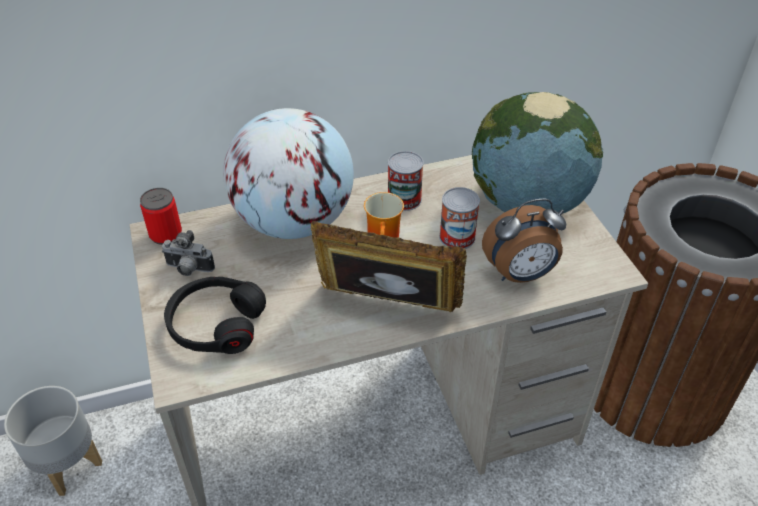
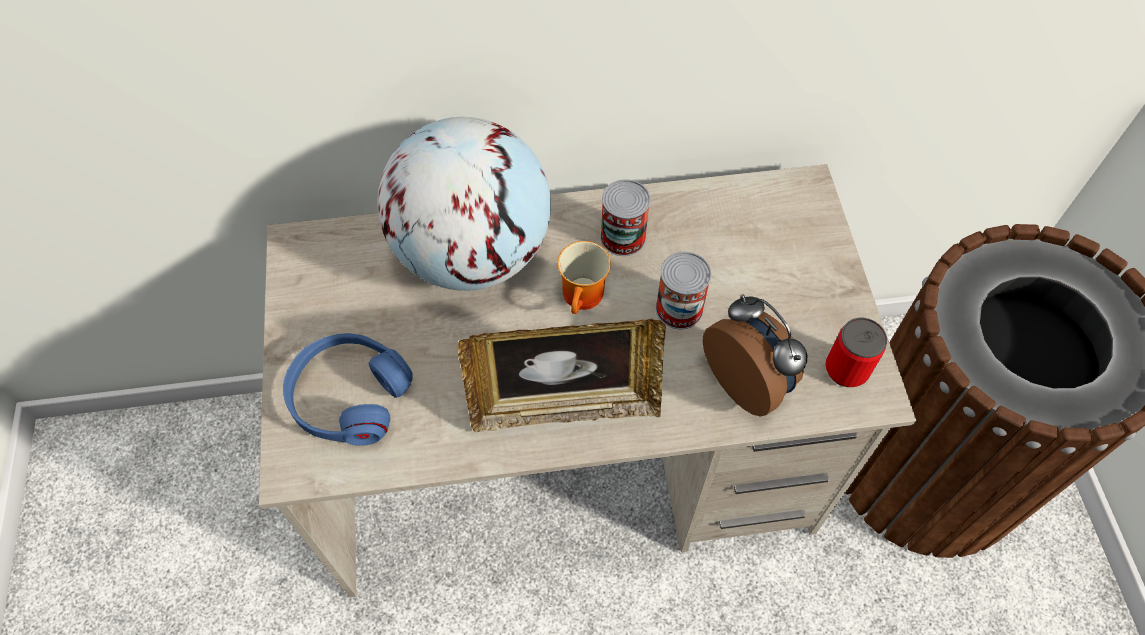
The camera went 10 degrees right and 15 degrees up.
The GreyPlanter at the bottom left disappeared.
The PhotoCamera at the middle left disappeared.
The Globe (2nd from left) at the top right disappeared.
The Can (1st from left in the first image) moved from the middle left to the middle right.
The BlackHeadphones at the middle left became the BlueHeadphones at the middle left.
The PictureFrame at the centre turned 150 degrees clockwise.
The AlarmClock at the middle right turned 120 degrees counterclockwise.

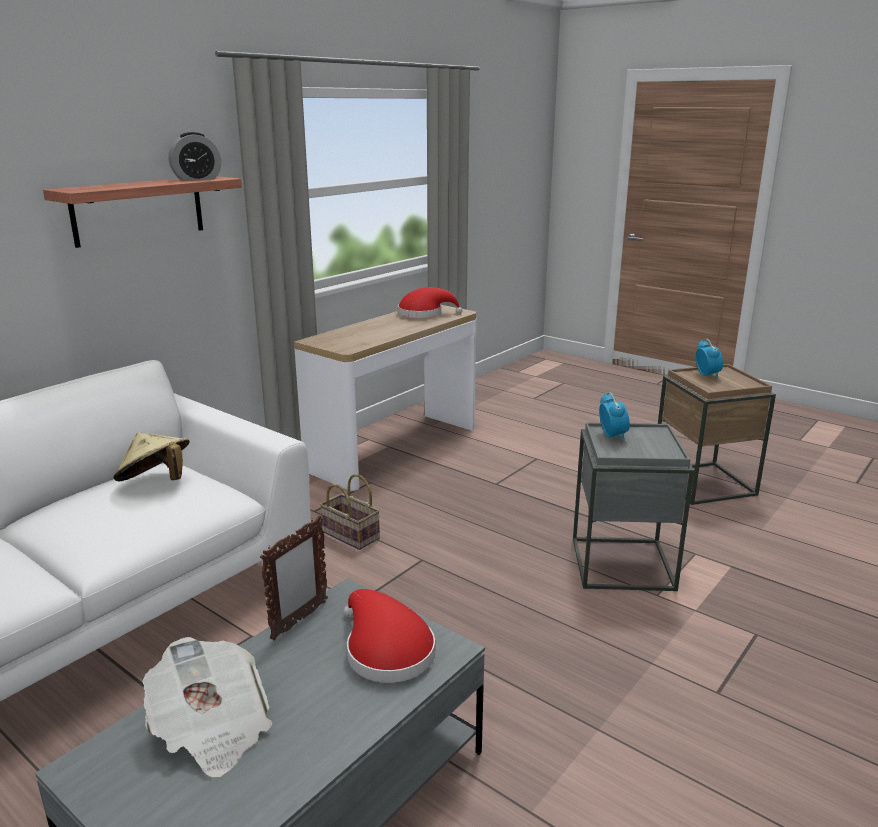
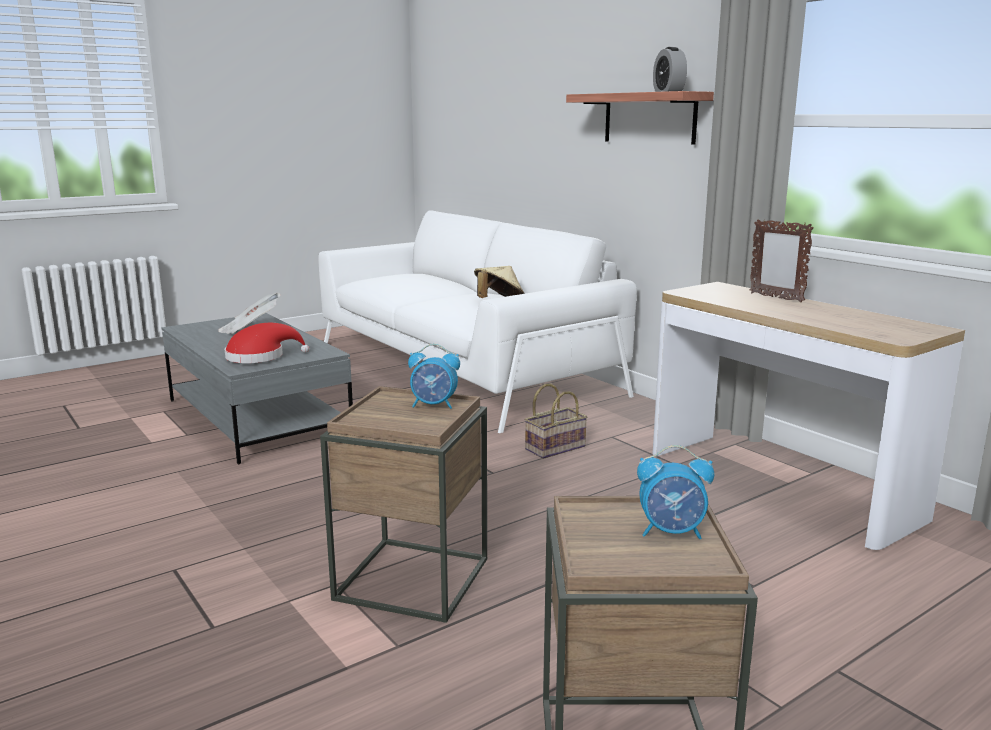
The camera went 105 degrees right and 5 degrees down.
The RedHat (2nd from left) at the centre disappeared.
The PictureFrame moved from the bottom centre to the middle right.
The GreySideTable at the middle right became the BrownSideTable (1st from left) at the bottom centre.

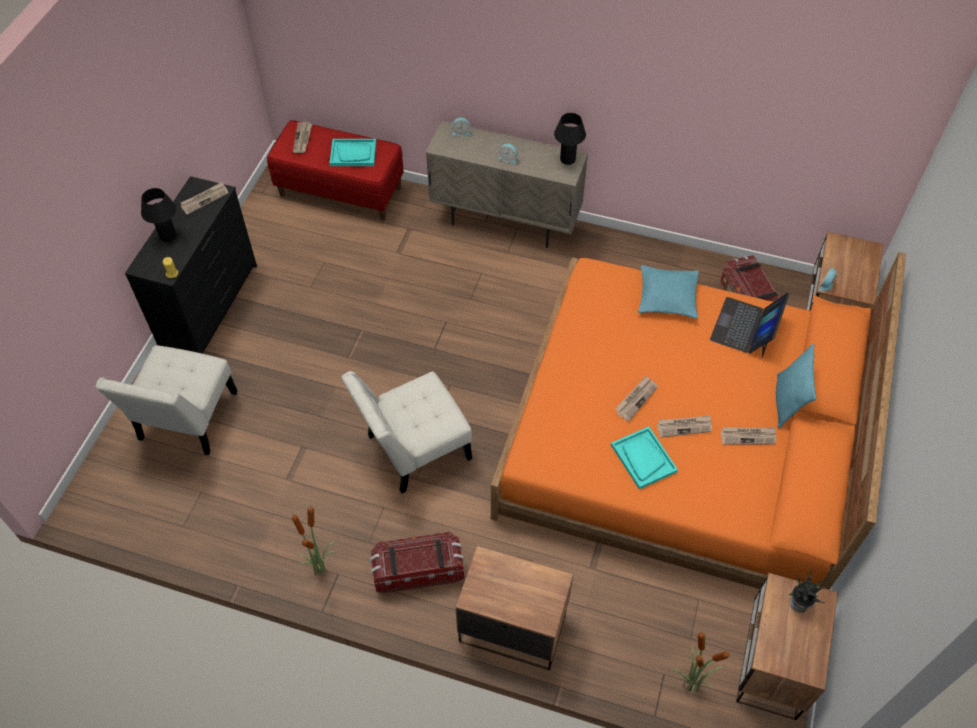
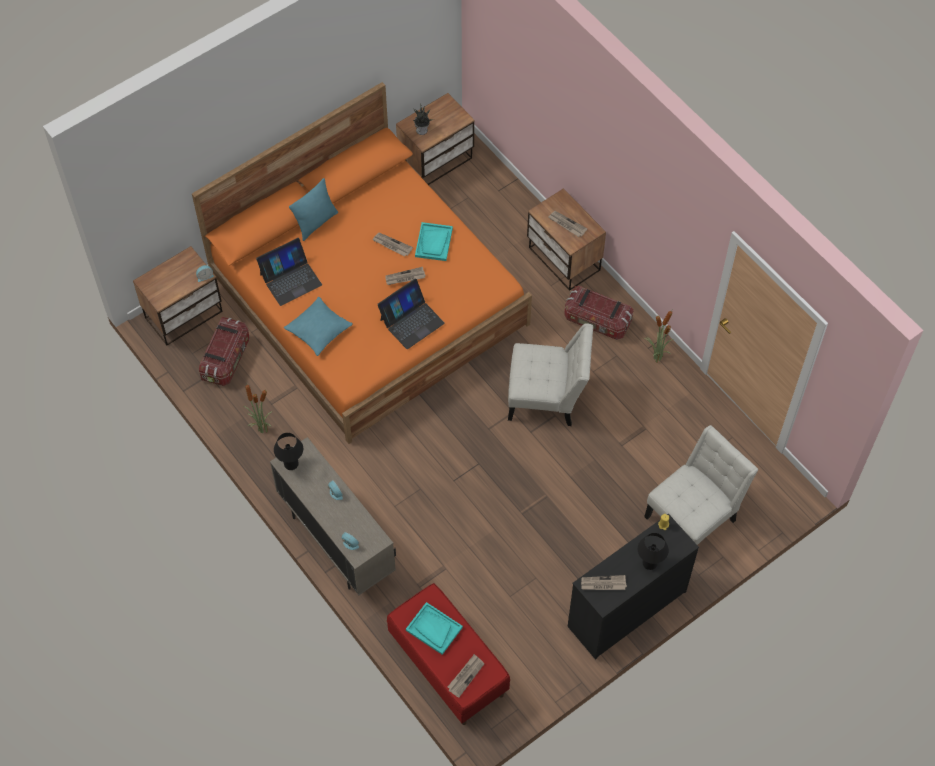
The camera went 145 degrees left and 5 degrees up.
The Laptop (2nd from left) at the centre appeared.
The PottedPlant (2nd from left in the first image) moved from the bottom right to the middle left.
The Newspaper (5th from left in the first image) moved from the middle right to the top centre.

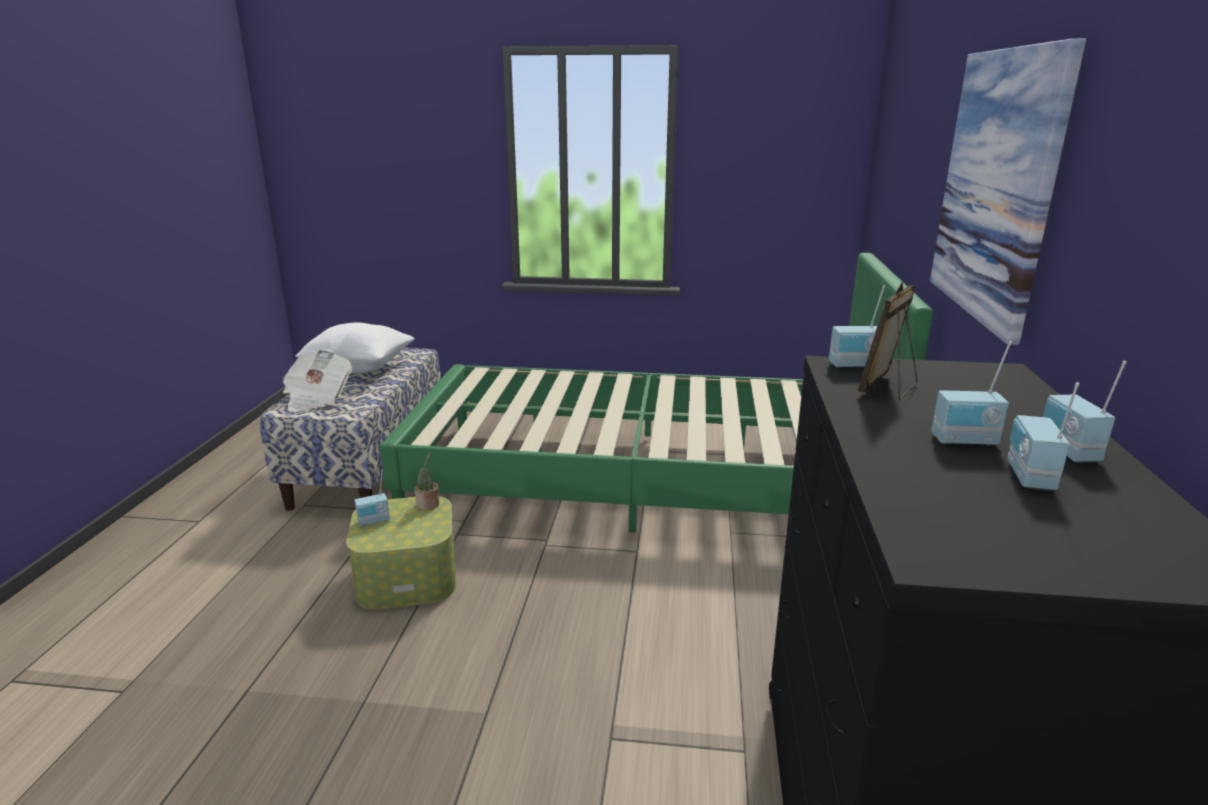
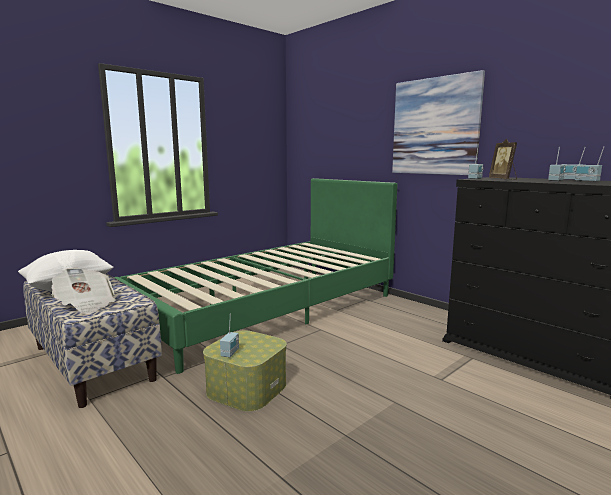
The camera went 50 degrees left and 10 degrees down.
The PottedPlant at the centre disappeared.

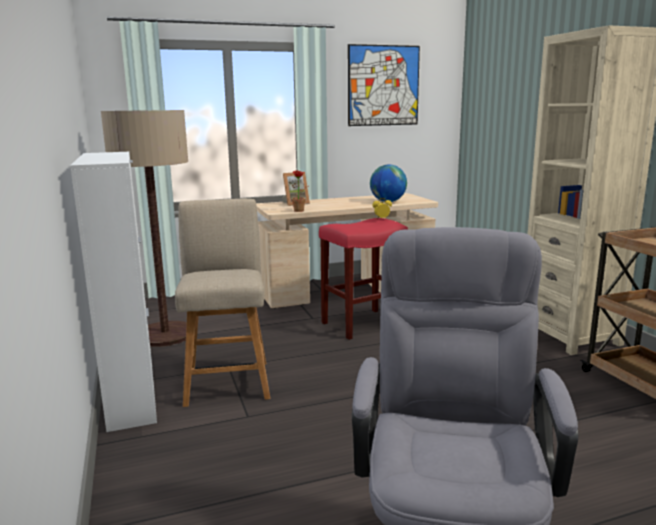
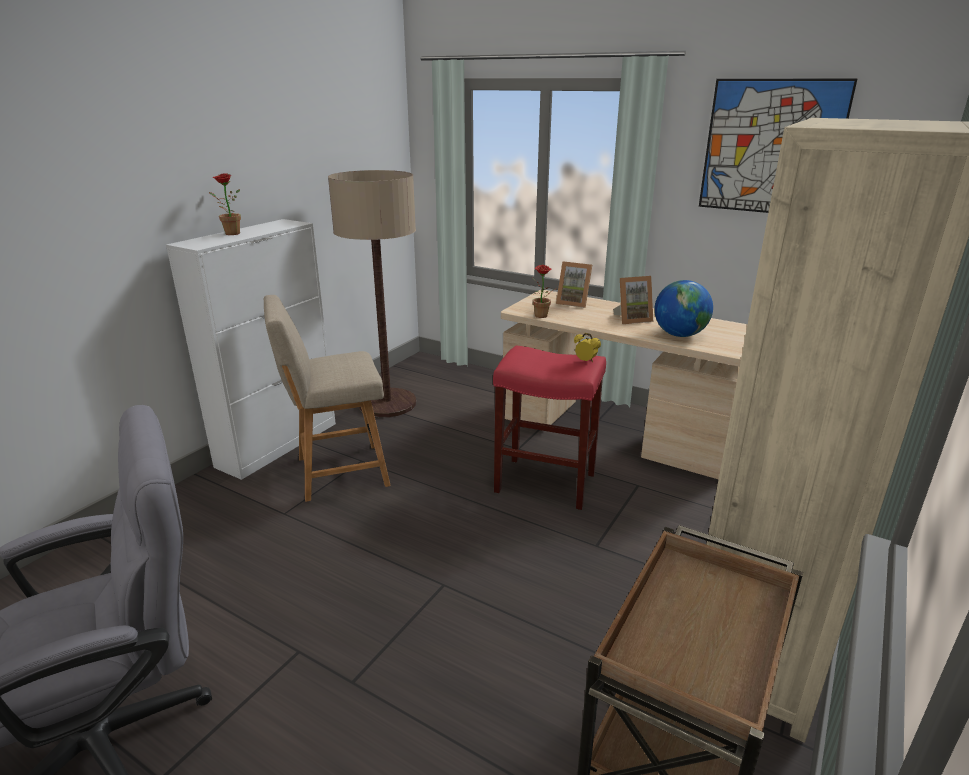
The camera went 50 degrees right and 10 degrees up.
The PottedPlant (1st from left) at the top left appeared.
The PictureFrame (2nd from left) at the centre appeared.
The BeigeChair at the centre turned 150 degrees counterclockwise.

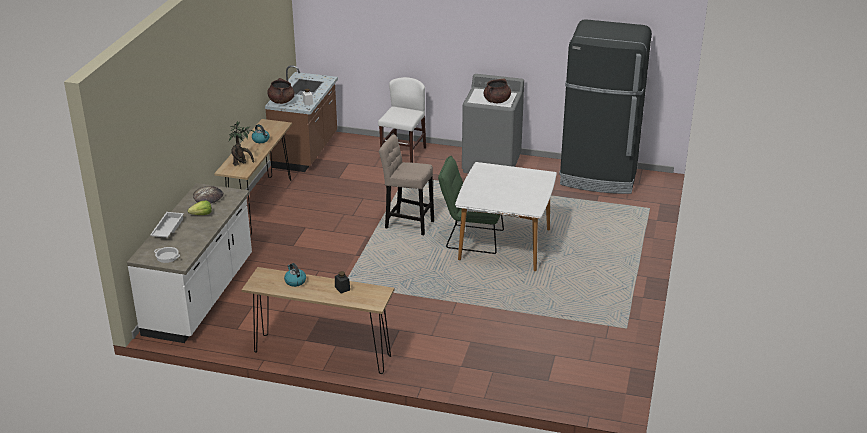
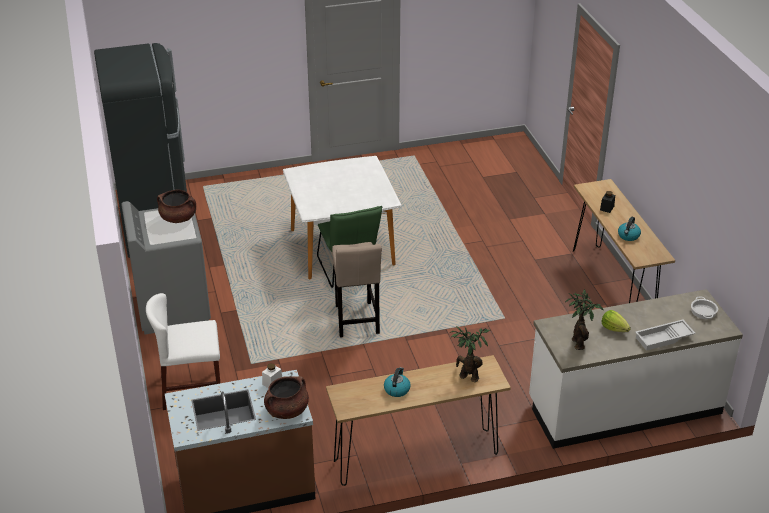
The camera went 120 degrees left and 5 degrees up.
The Bread at the middle left was replaced by the PottedPlant (2nd from left) at the middle right.

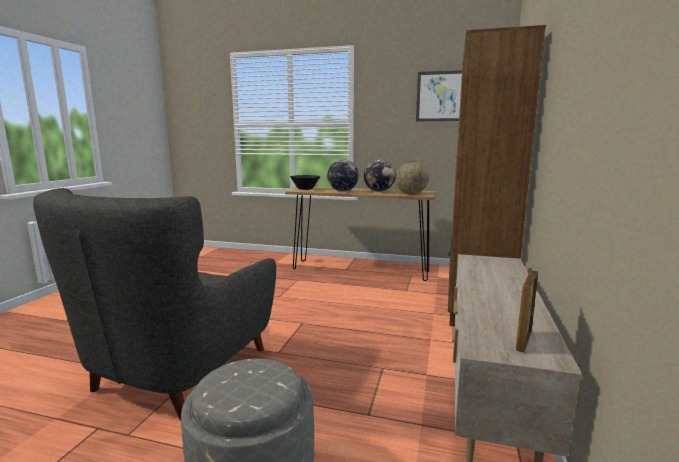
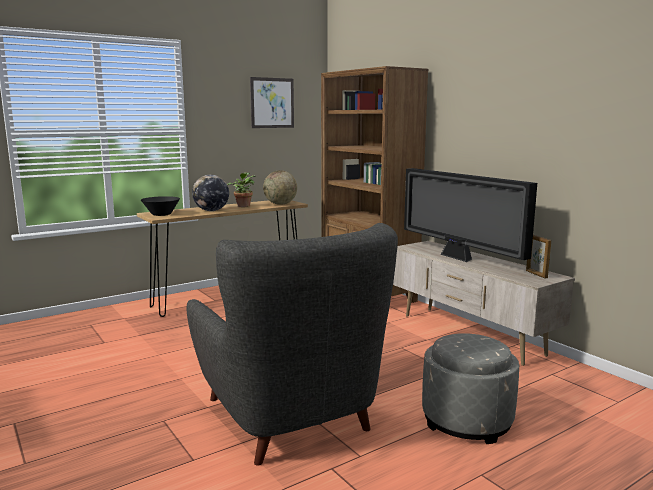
The camera went 50 degrees left and 0 degrees up.
The Television at the middle right appeared.
The Globe (2nd from left) at the centre was replaced by the PottedPlant at the centre.

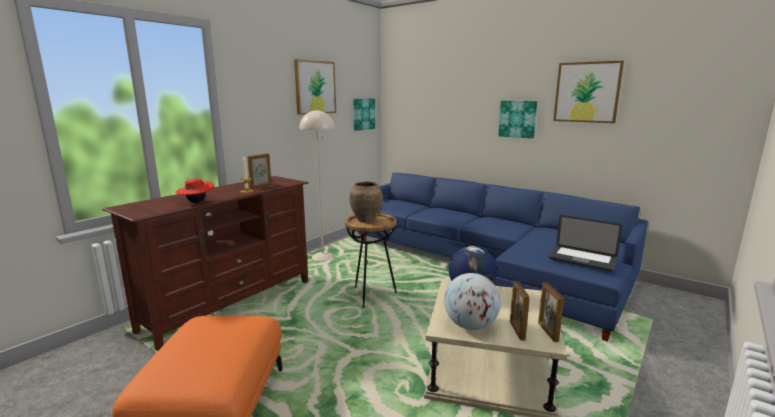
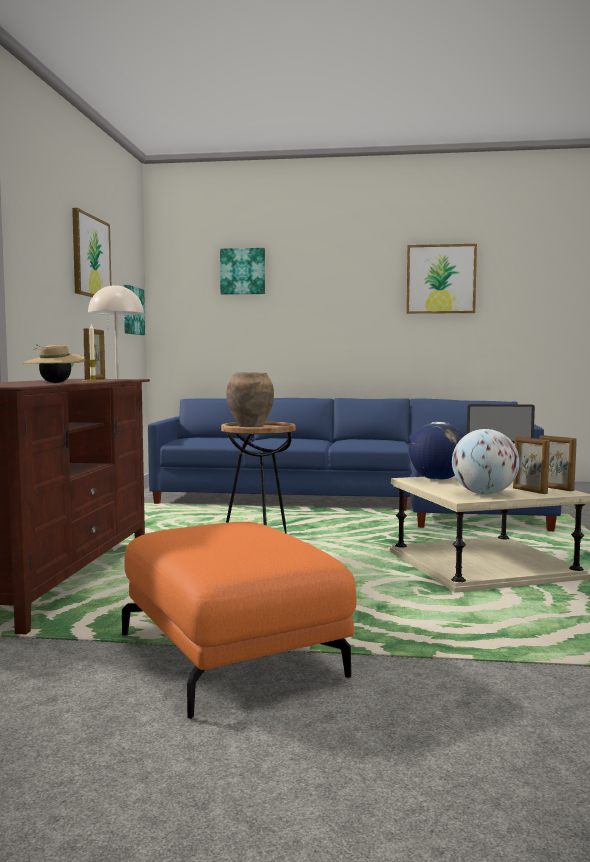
The camera went 30 degrees left and 10 degrees down.
The Picture (3rd from left) moved from the top right to the top centre.
The RedHat at the middle left became the BeigeHat at the middle left.

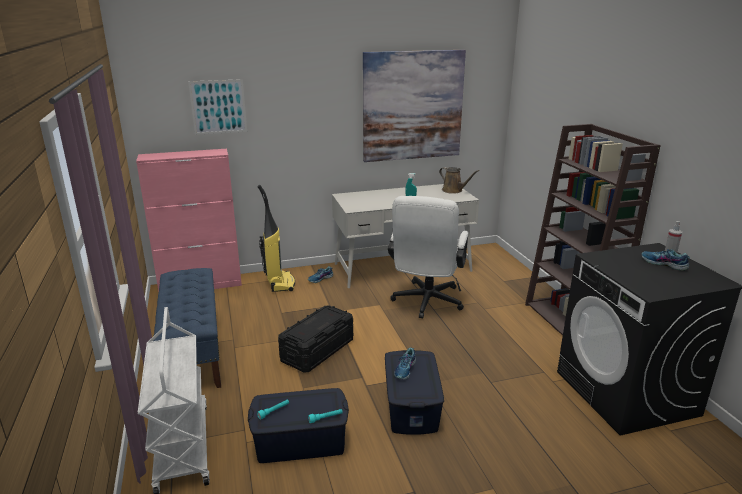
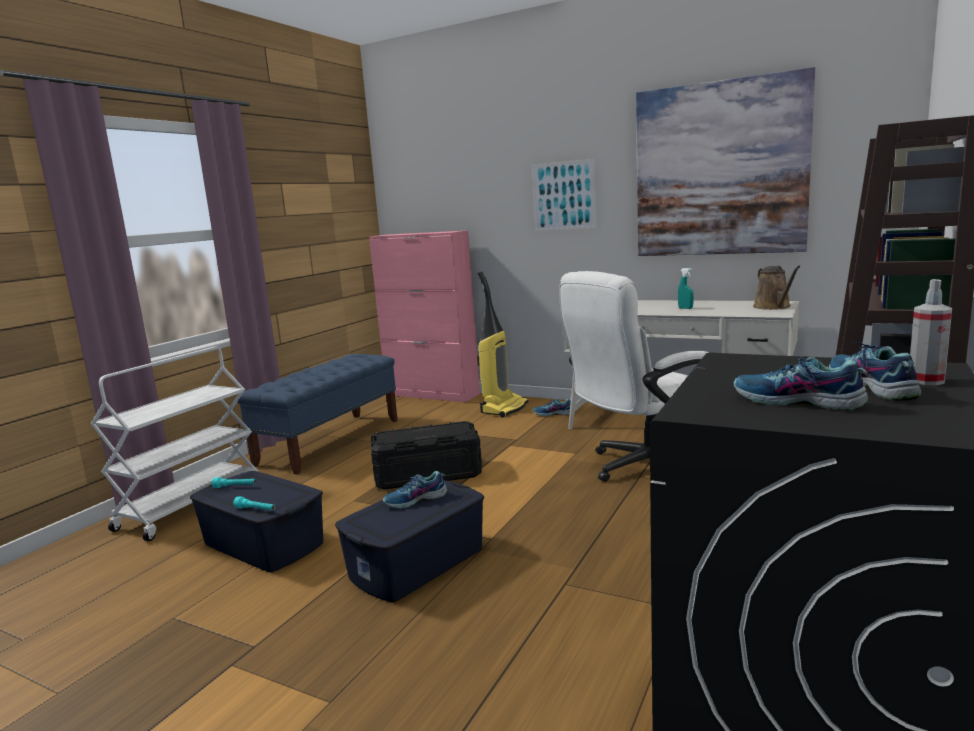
The camera went 45 degrees right and 10 degrees down.
The Shoe (3rd from left) at the middle right appeared.
The Picture (1st from left) moved from the top left to the top centre.

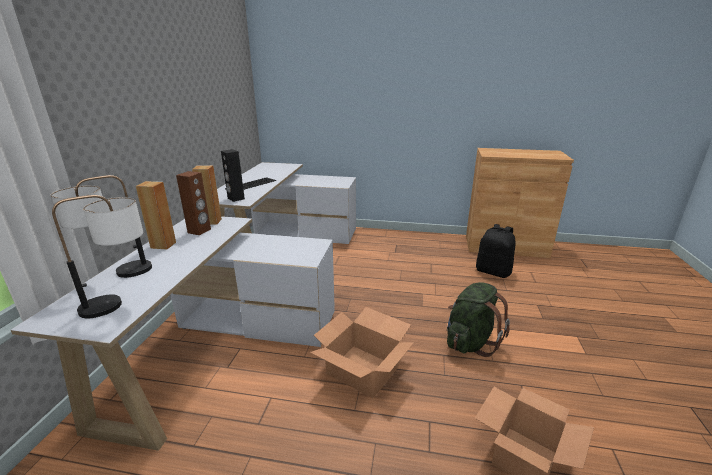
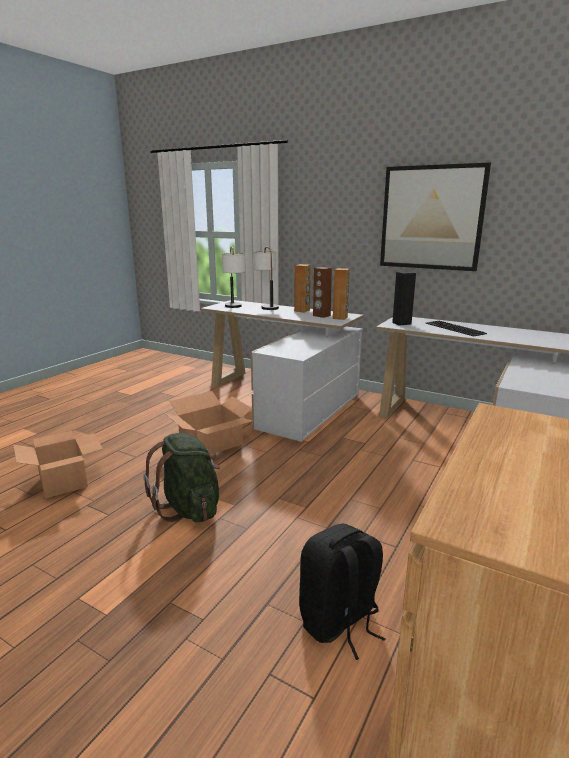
The camera went 110 degrees right and 5 degrees down.
The Picture at the top right appeared.

